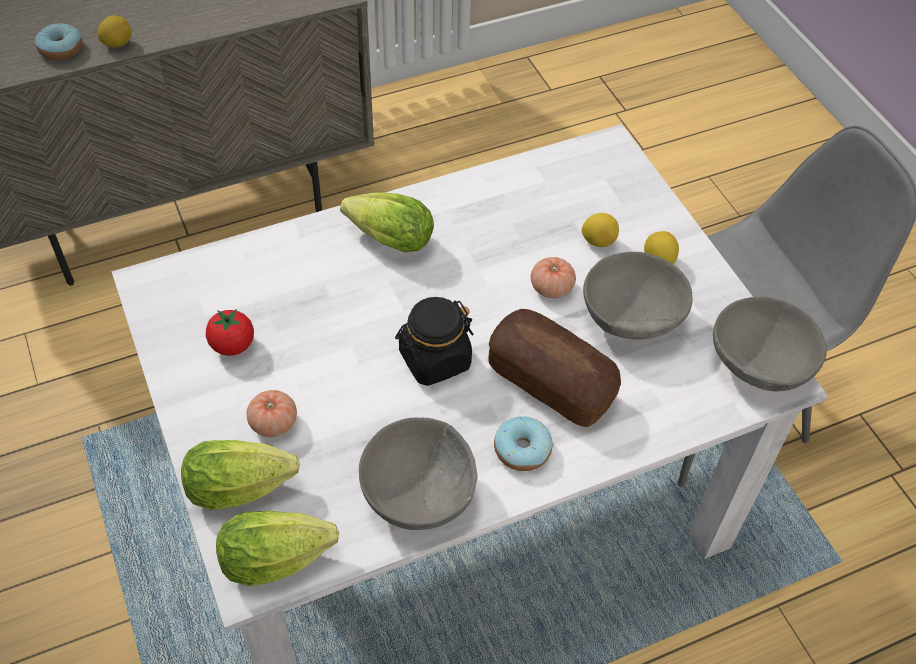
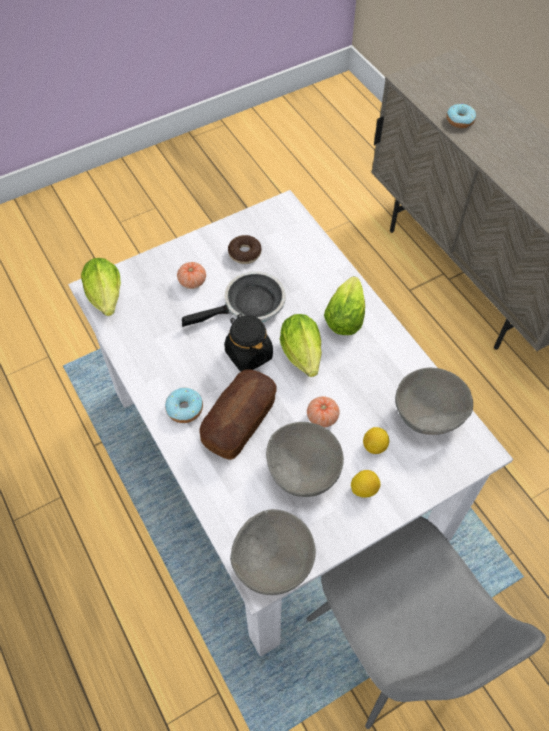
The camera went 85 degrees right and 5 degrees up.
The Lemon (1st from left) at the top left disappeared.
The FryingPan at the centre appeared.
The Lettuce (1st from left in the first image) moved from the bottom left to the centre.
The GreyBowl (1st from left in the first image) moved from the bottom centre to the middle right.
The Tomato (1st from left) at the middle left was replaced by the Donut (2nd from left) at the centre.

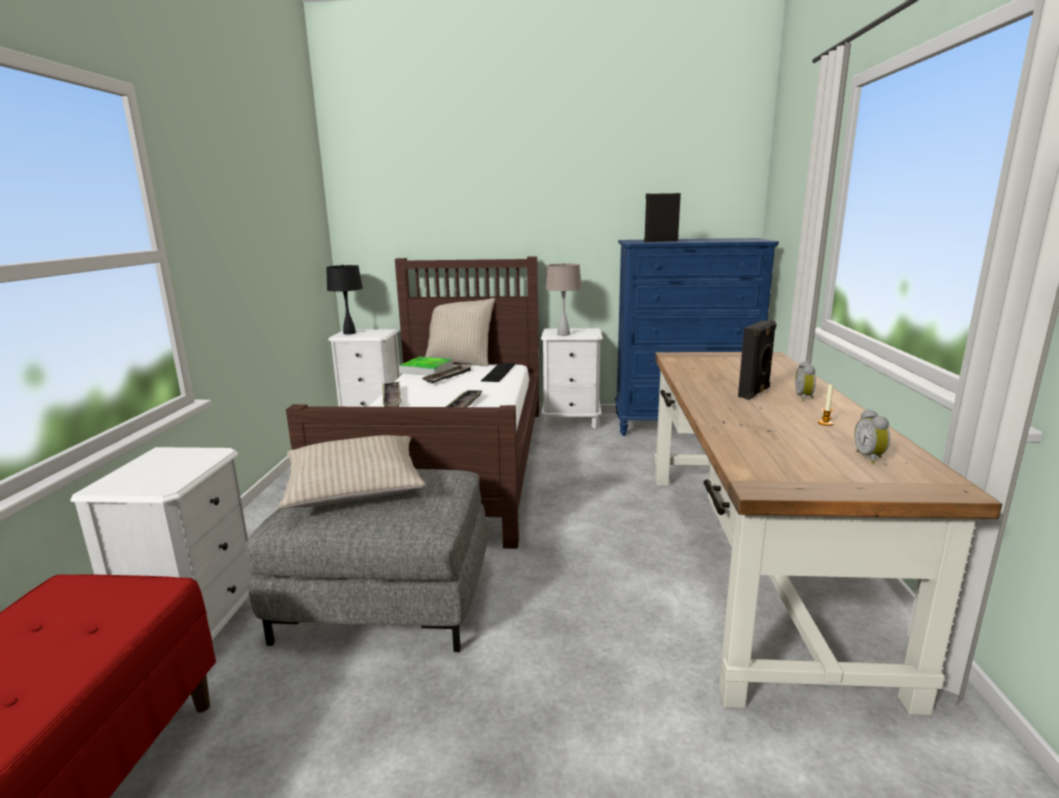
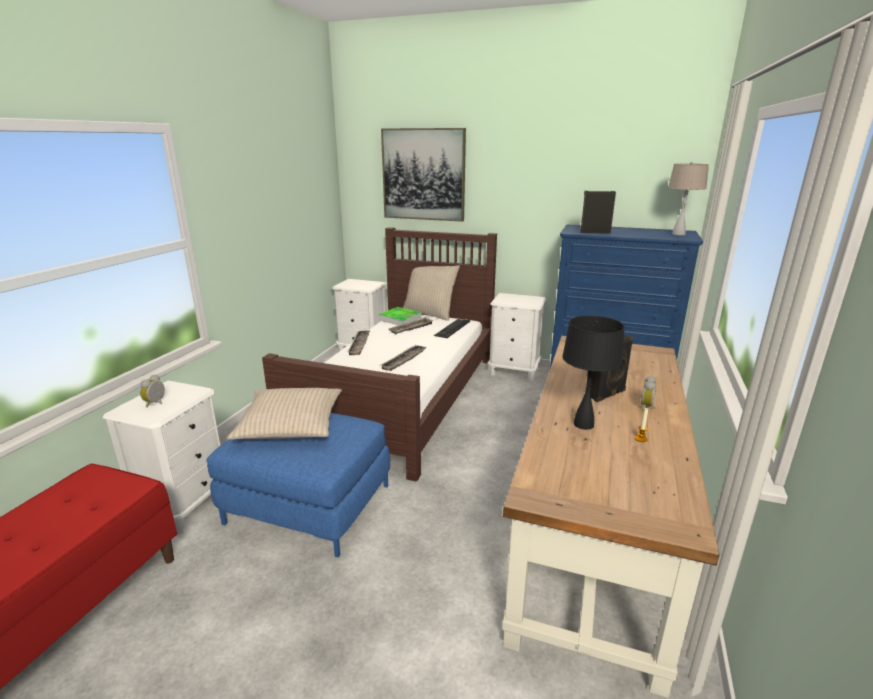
The camera went 15 degrees right and 5 degrees up.
The Picture at the top centre appeared.
The BlackTableLamp moved from the middle left to the middle right.
The BeigeTableLamp moved from the centre to the top right.
The AlarmClock (2nd from left in the first image) moved from the middle right to the middle left.
The GreyOttoman at the bottom centre became the BlueOttoman at the bottom centre.

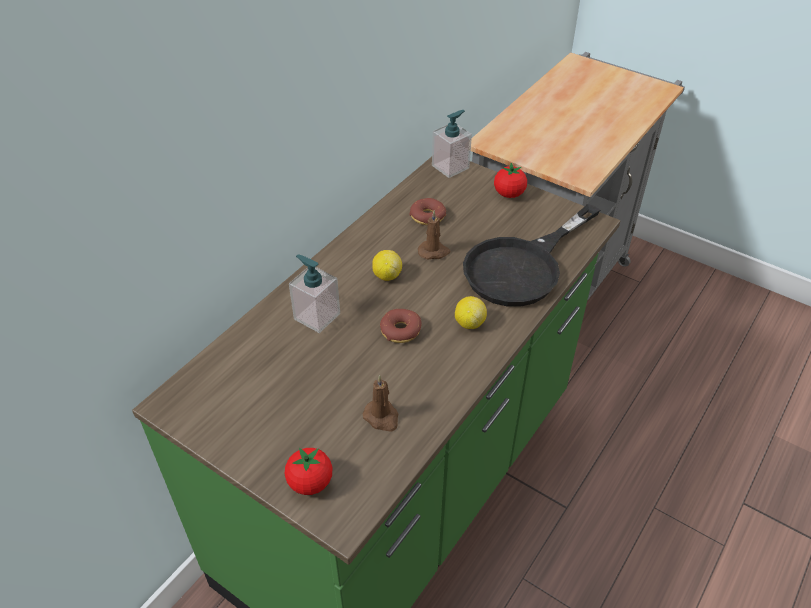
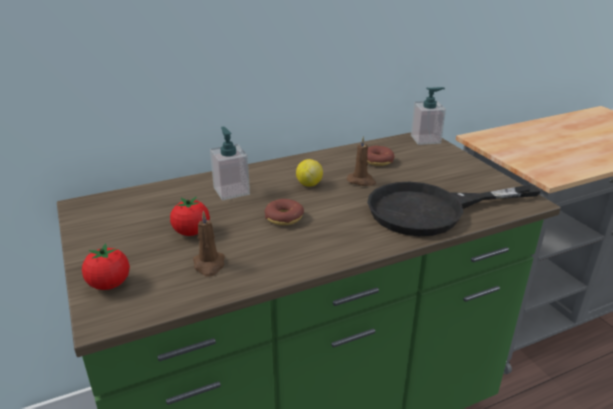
The camera went 30 degrees right and 15 degrees down.
The Lemon (2nd from left) at the centre disappeared.
The Tomato (2nd from left) moved from the top centre to the middle left.

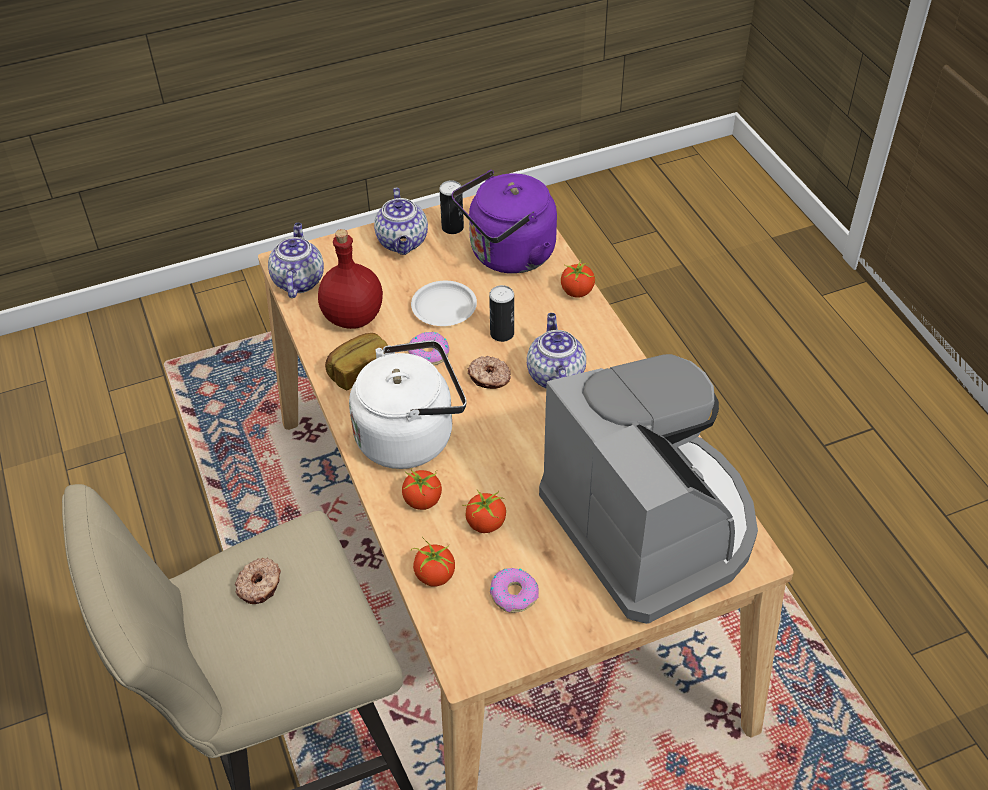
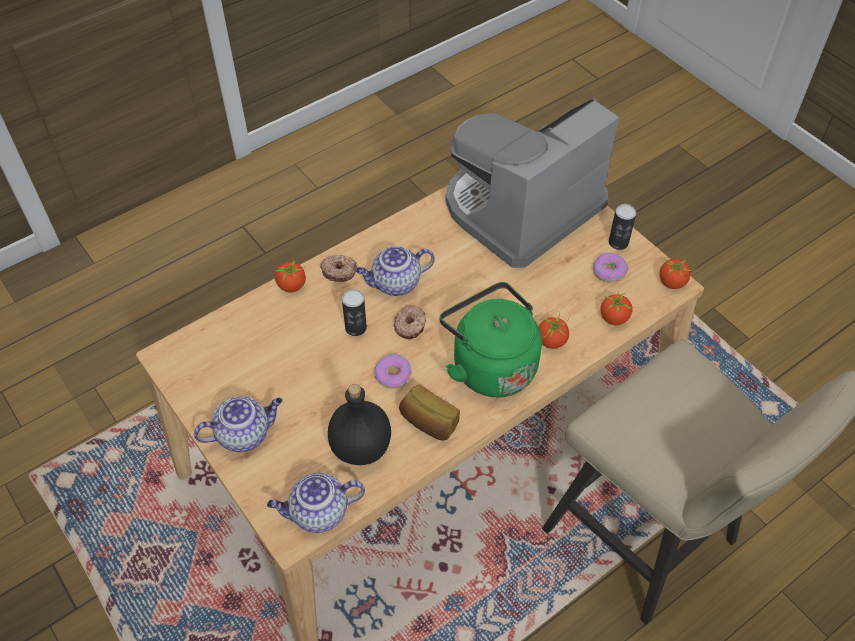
The camera went 105 degrees left and 5 degrees up.
The WhitePlate at the centre disappeared.
The PurpleKettle at the top centre disappeared.
The Donut (1st from left) moved from the bottom left to the centre.
The Can (1st from left in the first image) moved from the top centre to the middle right.
The Tomato (3rd from left in the first image) moved from the centre to the middle right.
The RedBottle at the centre became the BlackBottle at the centre.
The WhiteKettle at the centre became the GreenKettle at the centre.

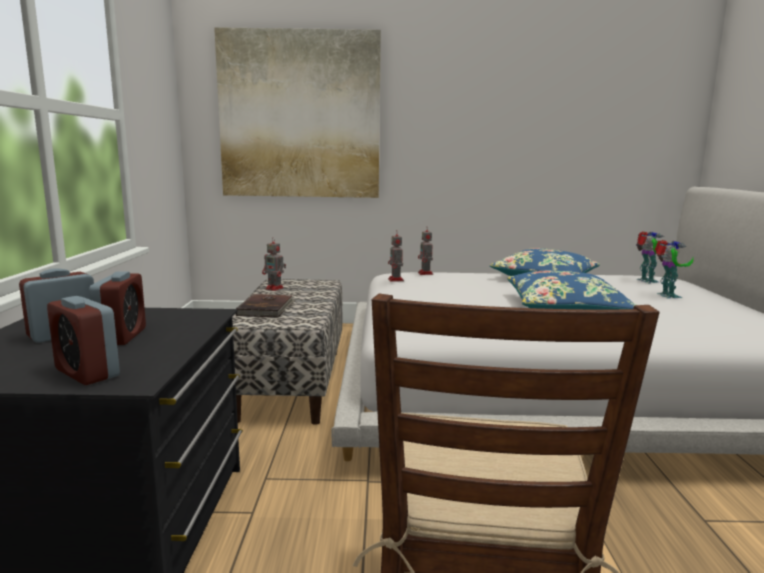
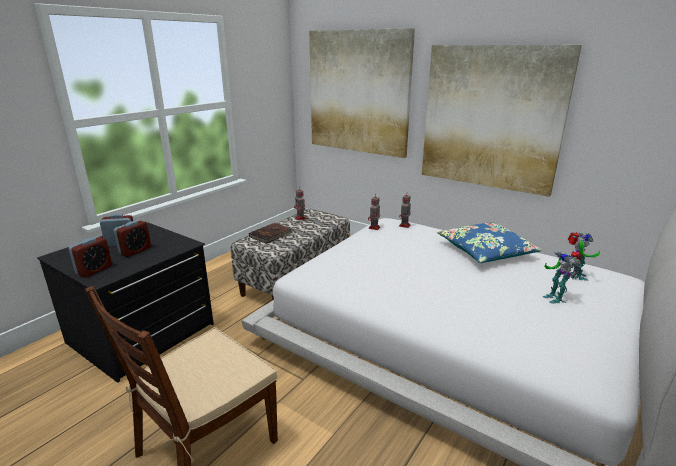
The camera went 35 degrees right and 10 degrees up.
The BluePillow (2nd from left) at the middle right disappeared.
The Picture (2nd from left) at the top right appeared.
The AlarmClock (2nd from left in the first image) at the middle left turned 135 degrees counterclockwise.
The ToyRobot (5th from left in the first image) at the middle right turned 135 degrees clockwise.

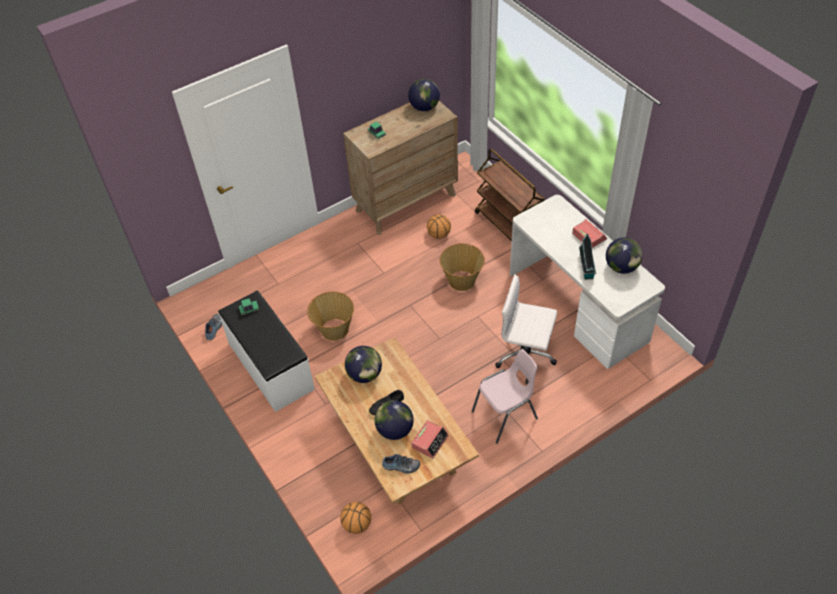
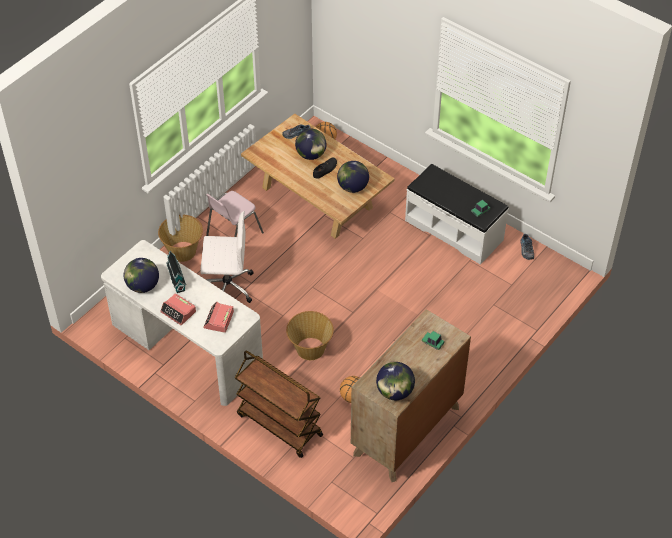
The camera went 160 degrees right and 0 degrees up.
The Basket (1st from left) moved from the centre to the middle left.
The AlarmClock (1st from left in the first image) moved from the bottom centre to the middle left.

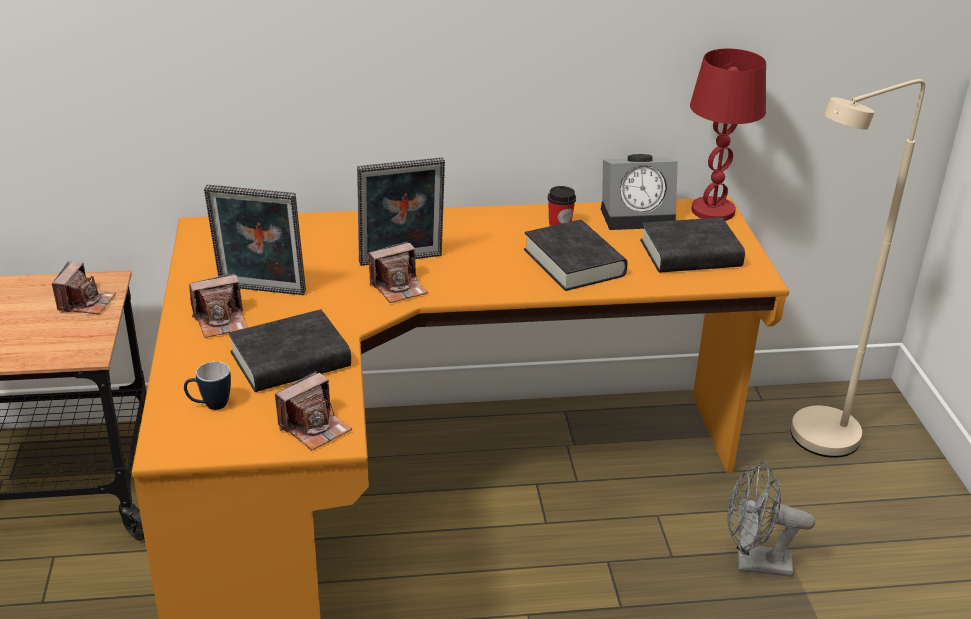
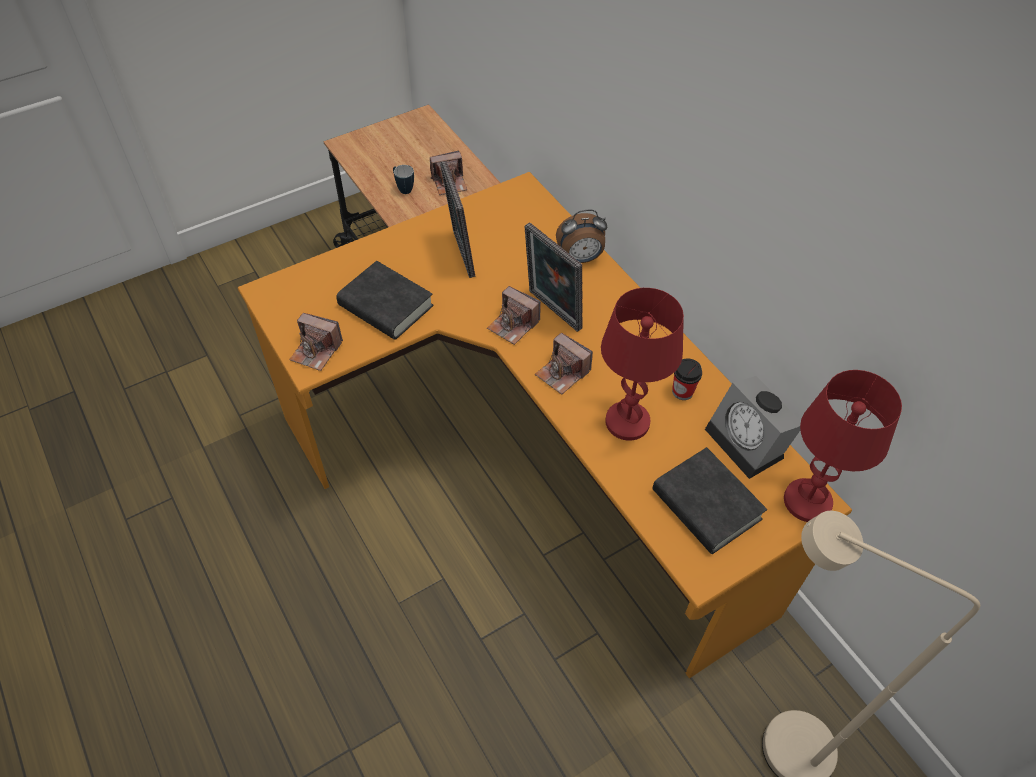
The camera went 65 degrees right and 20 degrees up.
The GreyFan at the bottom right disappeared.
The AlarmClock (1st from left) at the top centre appeared.
The Mug moved from the middle left to the top centre.
The PhotoCamera (2nd from left in the first image) moved from the middle left to the centre.
The BlackBook (2nd from left) at the centre was replaced by the RedTableLamp (1st from left) at the centre.

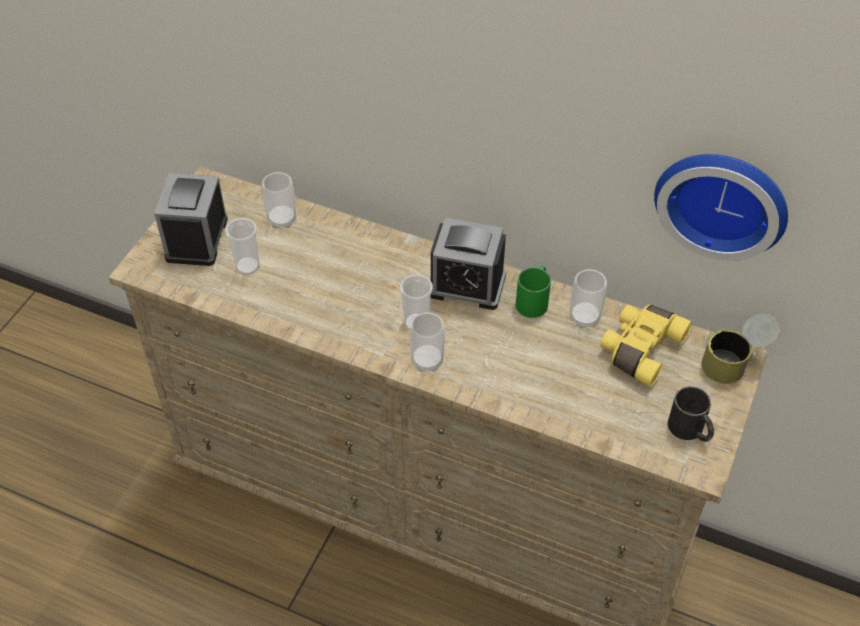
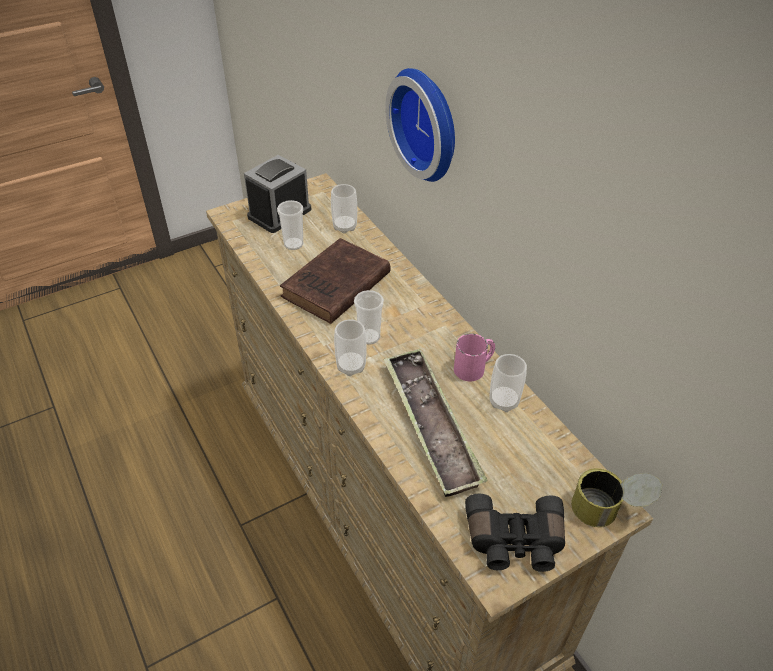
The camera went 35 degrees right and 5 degrees down.
The AlarmClock (2nd from left) at the centre disappeared.
The YellowBinoculars at the middle right disappeared.
The BrownBook at the centre appeared.
The Tray at the centre appeared.
The WallClock moved from the top right to the top centre.
The BlackMug at the middle right was replaced by the BlackBinoculars at the bottom centre.
The GreenMug at the centre became the PinkMug at the centre.

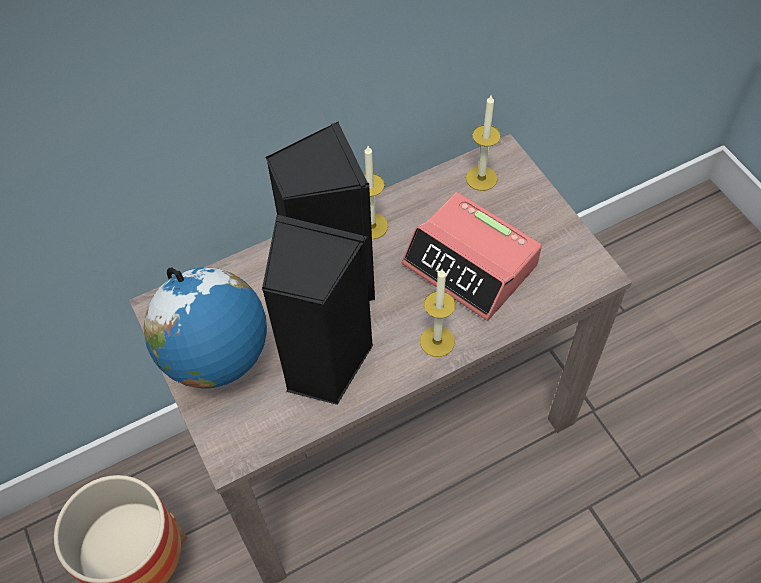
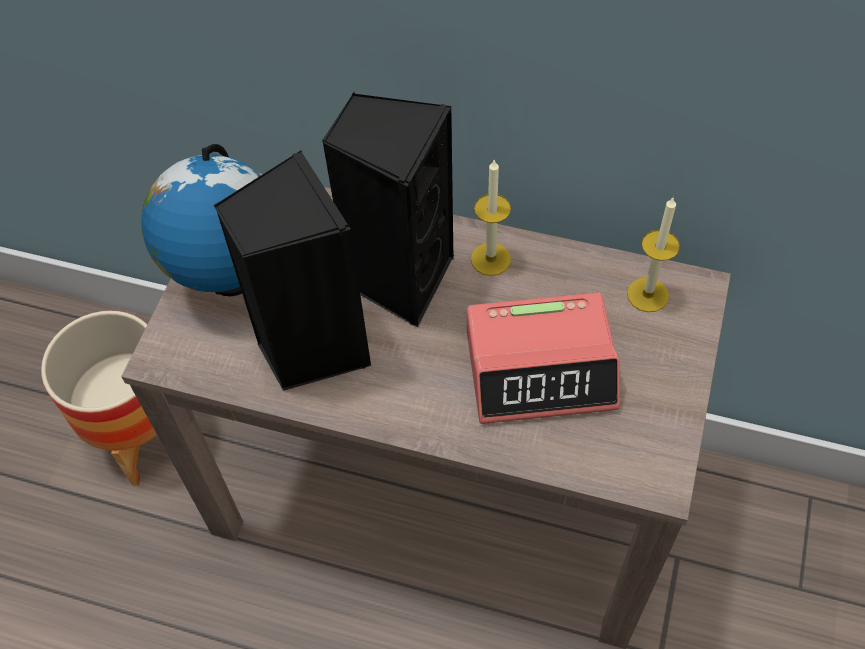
The camera went 45 degrees right and 0 degrees up.
The Candle (2nd from left) at the centre disappeared.
The AlarmClock at the centre turned 90 degrees counterclockwise.

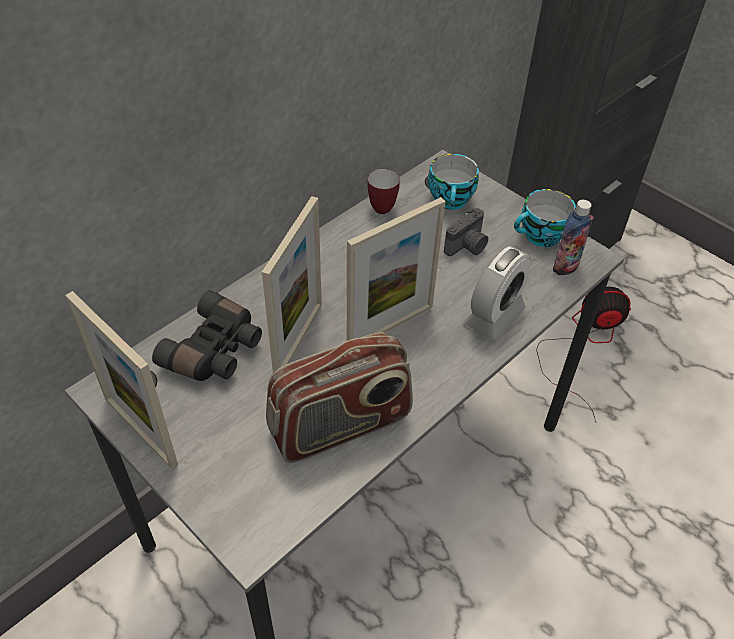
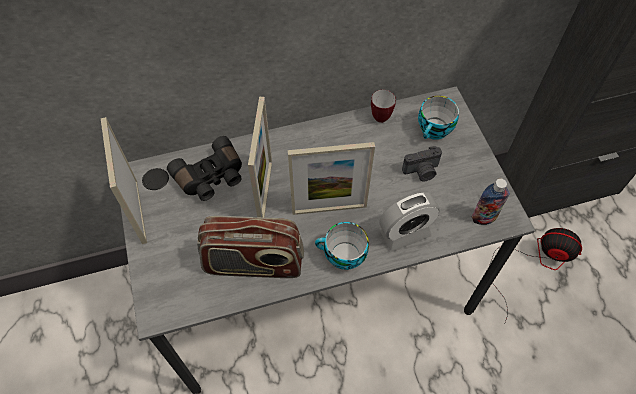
The camera went 30 degrees right and 10 degrees up.
The Cup (2nd from left in the first image) moved from the middle right to the centre.
The PictureFrame (2nd from left) at the centre turned 45 degrees counterclockwise.

